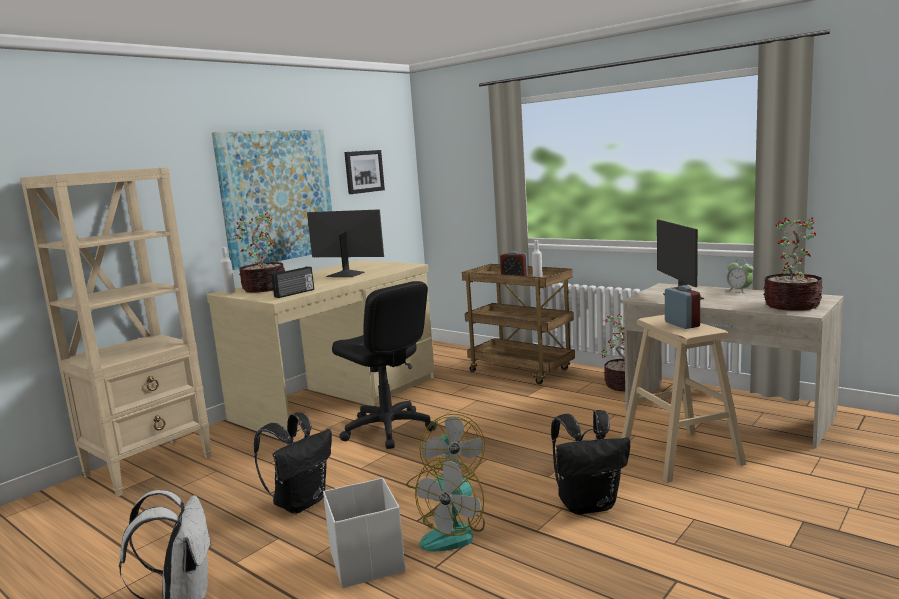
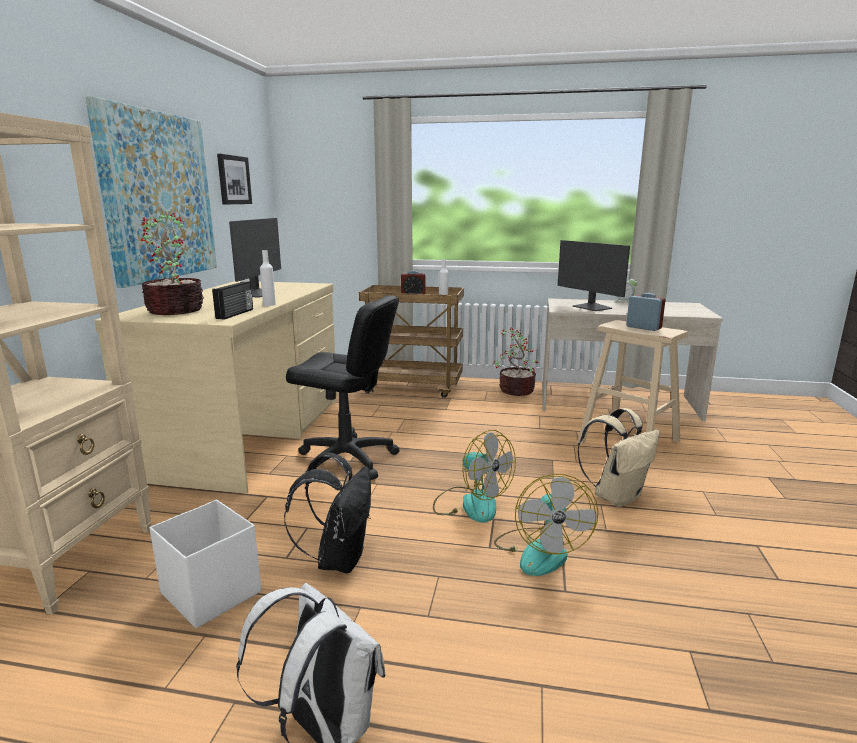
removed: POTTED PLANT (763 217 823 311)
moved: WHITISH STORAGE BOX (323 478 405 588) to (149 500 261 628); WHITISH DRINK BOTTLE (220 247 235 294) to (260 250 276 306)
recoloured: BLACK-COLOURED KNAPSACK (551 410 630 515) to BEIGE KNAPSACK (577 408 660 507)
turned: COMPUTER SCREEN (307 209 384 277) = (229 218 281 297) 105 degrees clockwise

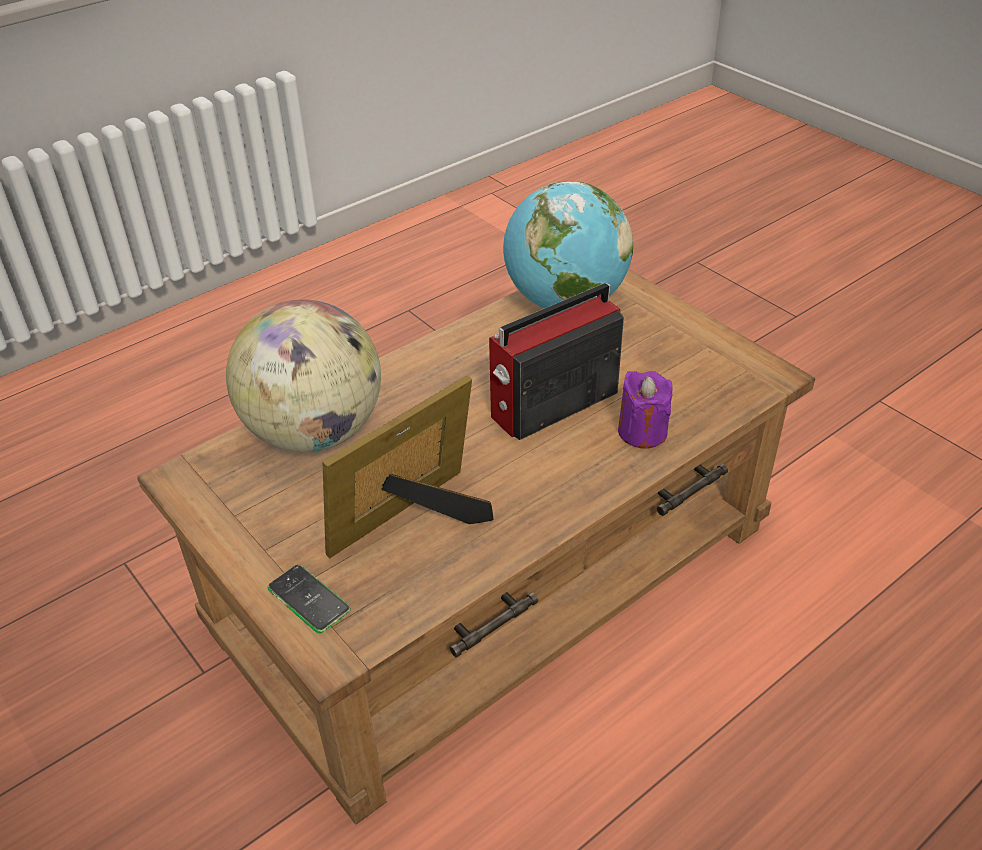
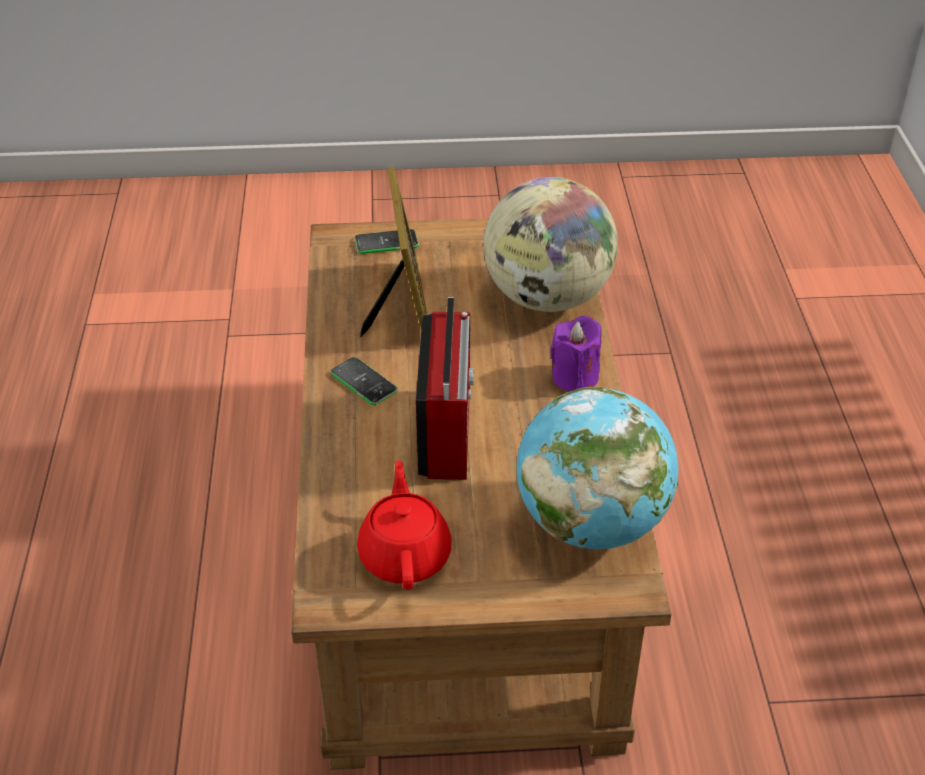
added: TELEPHONE (330 357 398 405); REDDISH TEA POT (357 460 452 590)
moved: PURPLE-COLOURED WAX CANDLE (618 371 673 449) to (551 316 601 391)

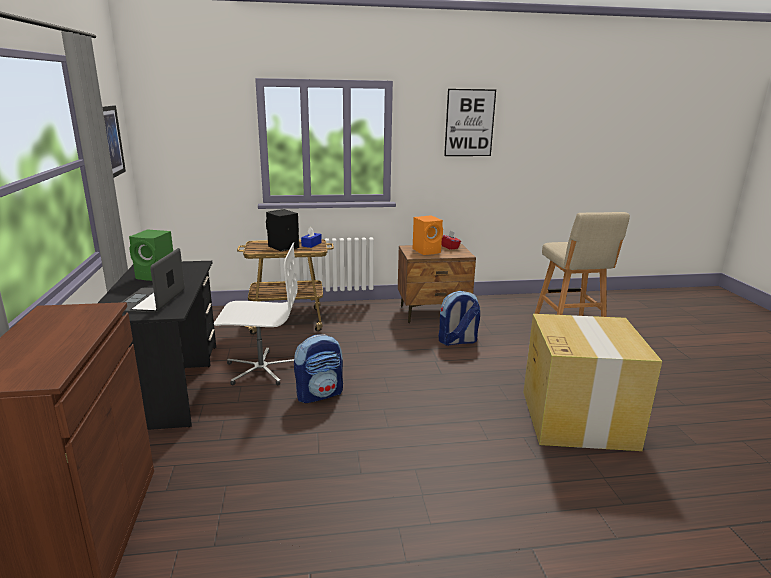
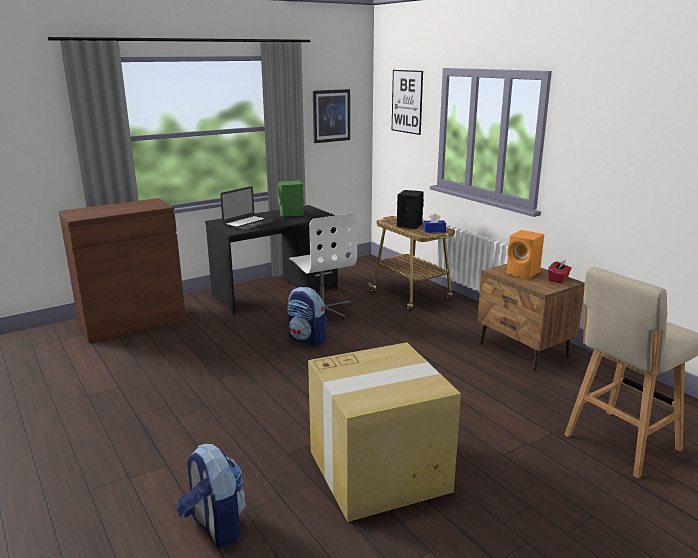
moved: KNAPSACK (439 291 480 346) to (177 444 246 548); WALL PICTURE (444 89 496 156) to (392 70 423 135)
turned: LAPTOP (122 248 185 313) = (220 186 275 230) 150 degrees clockwise

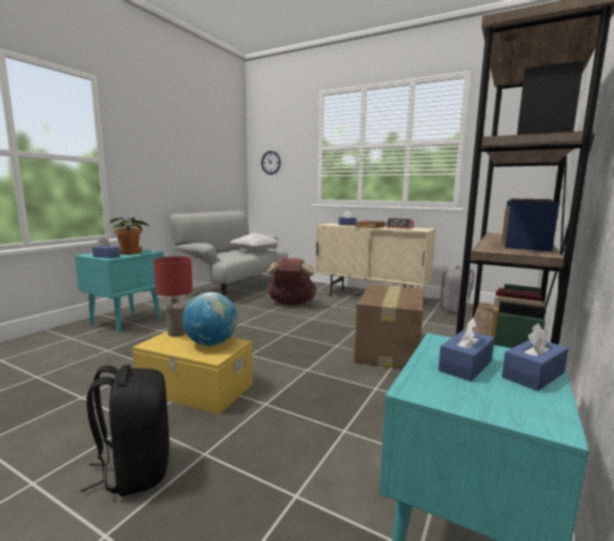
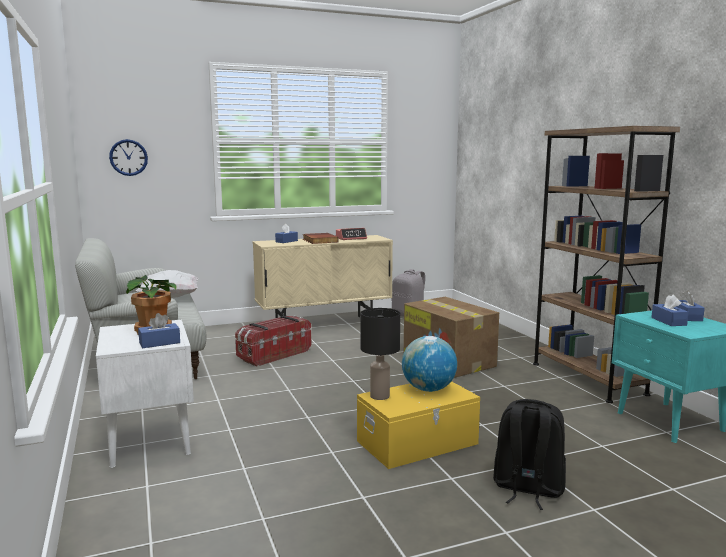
replaced: BROWNISH KNAPSACK (267 258 317 305) to STORAGE BOX (235 315 311 366)
recoloured: TURQUOISE-COLOURED NIGHTSTAND (75 249 164 333) to WHITISH NIGHTSTAND (96 320 194 468); REDDISH TABLETOP LAMP (154 256 193 337) to BLACK-COLOURED TABLETOP LAMP (360 308 400 400)

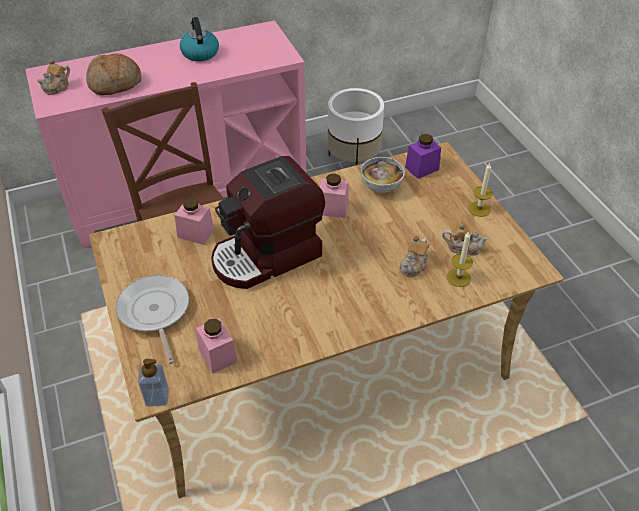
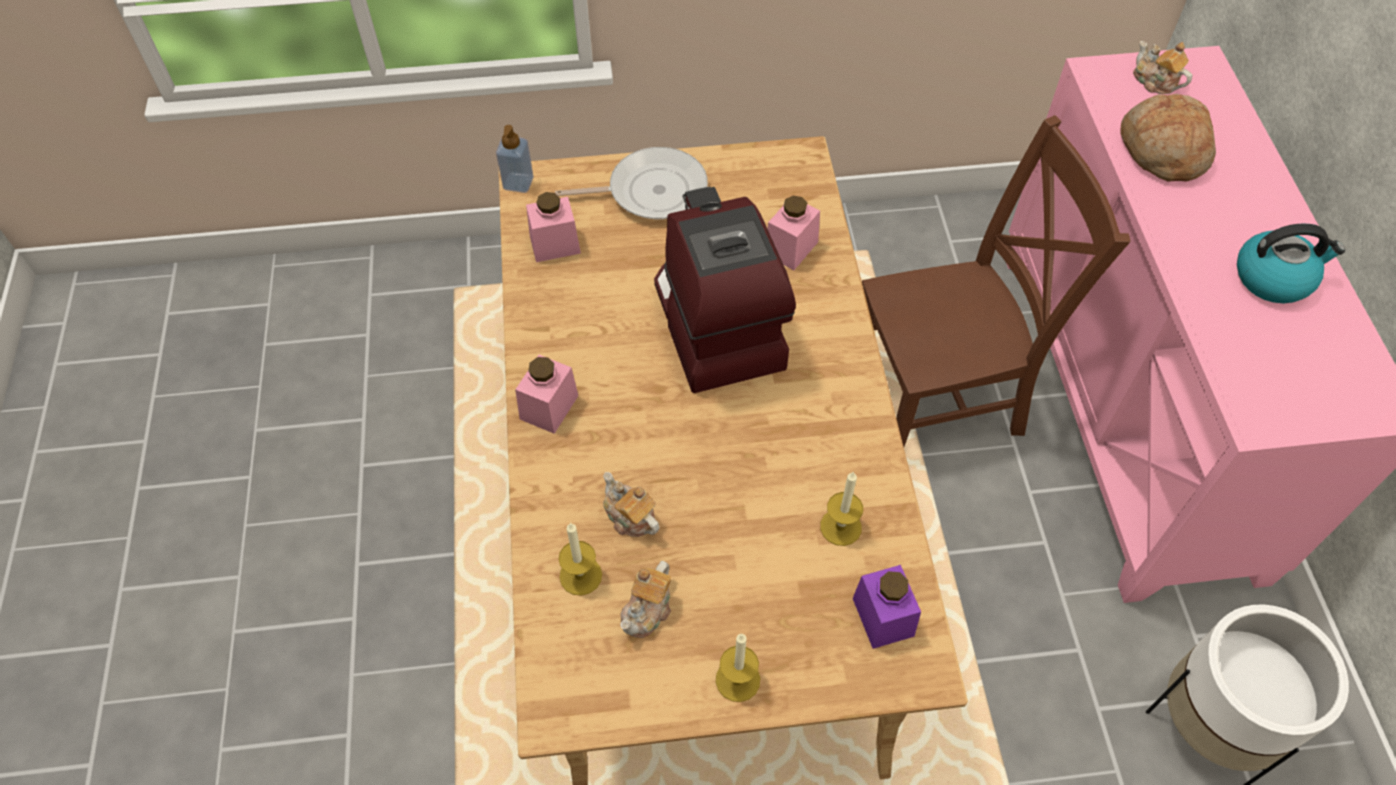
moved: PINKISH STORAGE JAR (320 173 349 218) to (515 355 578 434)
replaced: SERVING BOWL (361 157 405 193) to WAX CANDLE (820 471 863 546)

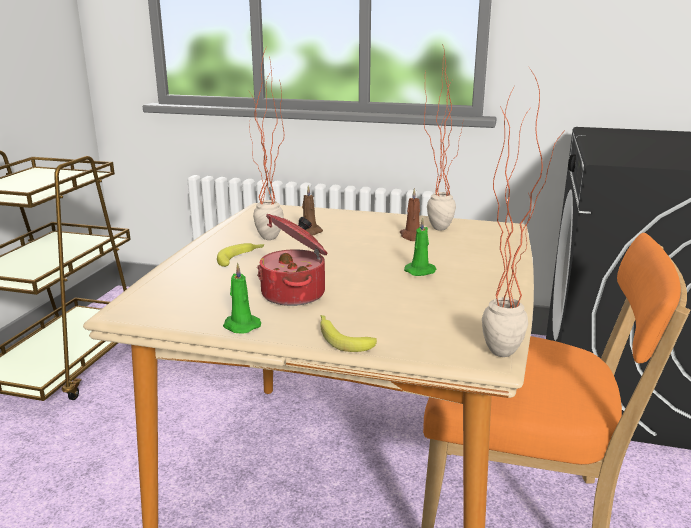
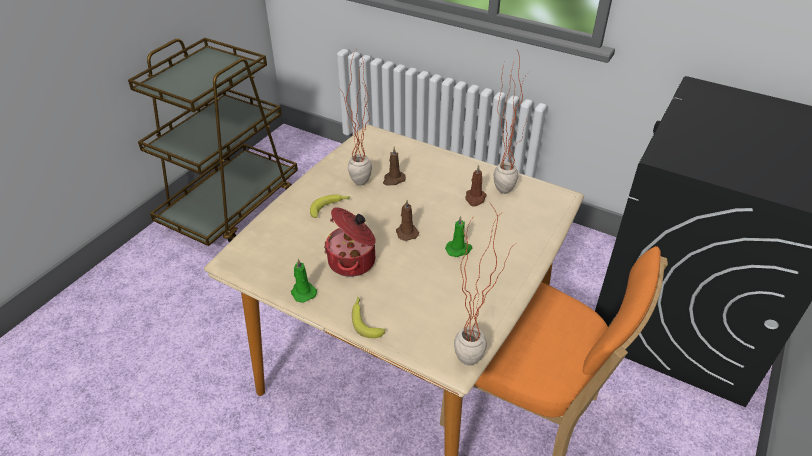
added: BROWNISH WAX CANDLE (396 200 419 241)

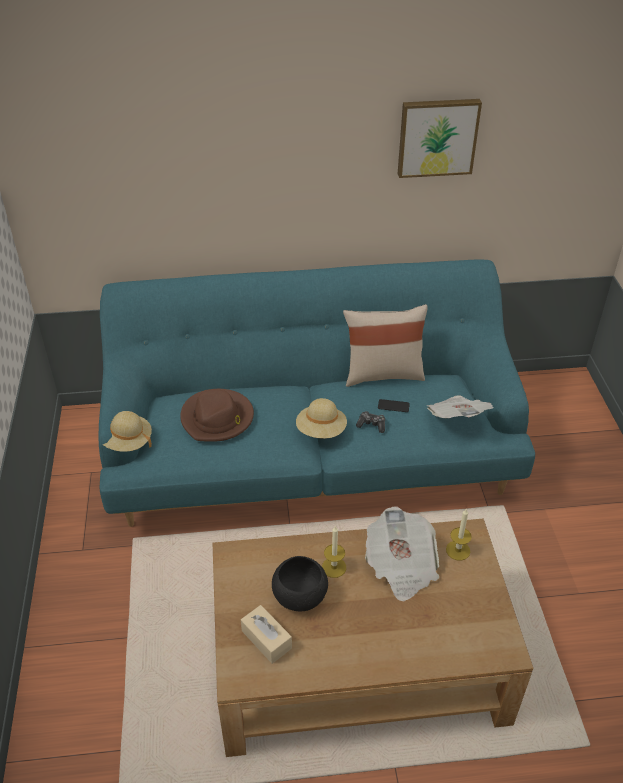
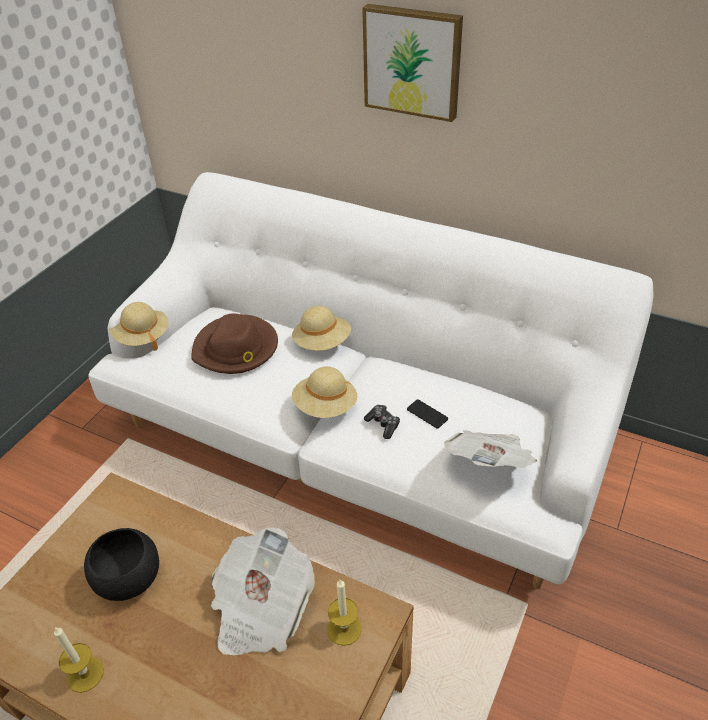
removed: BEIGE TISSUE BOX (241 605 292 664); BEIGE CUSHION (343 304 428 387)
added: BEIGE HAT (292 306 351 351)
moved: WAX CANDLE (322 526 346 578) to (54 627 104 693); WALL PICTURE (398 99 482 178) to (362 4 463 122)
recoloured: TURQUOISE-COLOURED SOFA (99 260 535 527) to WHITISH SOFA (88 172 654 589)

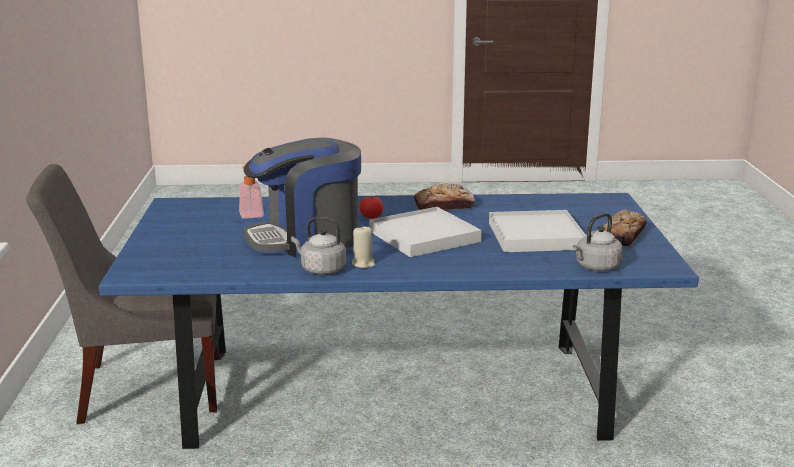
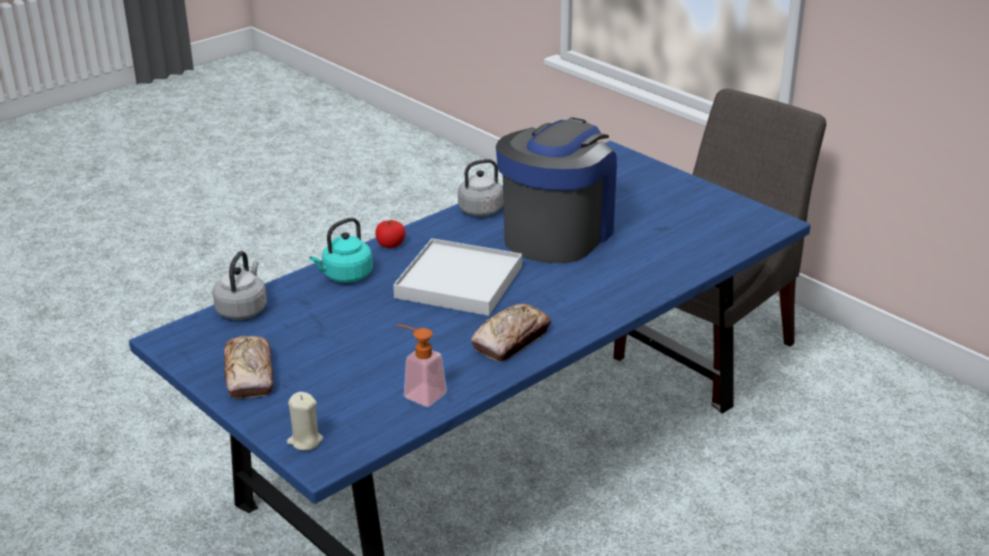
removed: WHITISH SERVING TRAY (489 210 586 252)
added: TURQUOISE-COLOURED KETTLE (310 218 373 283)
moved: BEIGE WAX CANDLE (352 225 375 268) to (287 392 323 451); WHOLE TOMATO (359 196 383 218) to (375 220 406 248); SOAP DISPENSER (239 166 264 219) to (397 324 447 407)

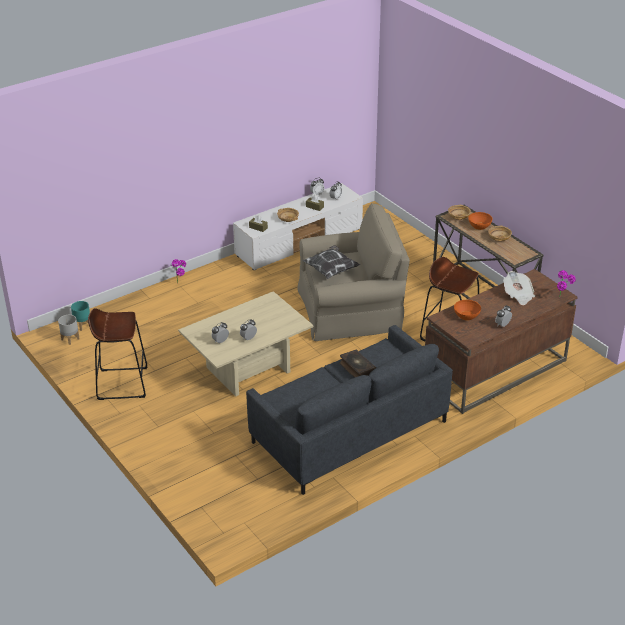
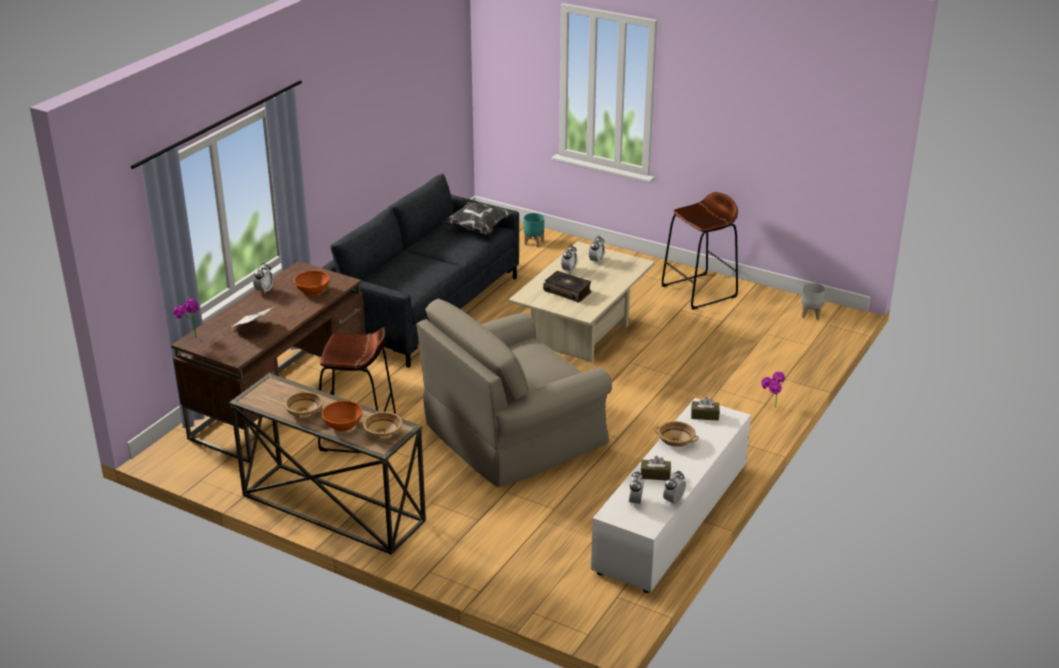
moved: CUSHION (302 245 360 279) to (442 202 512 234); TURQUOISE-COLOURED PLANT POT (71 301 90 331) to (524 213 544 247); BOUND BOOK (339 350 376 378) to (543 271 591 303)

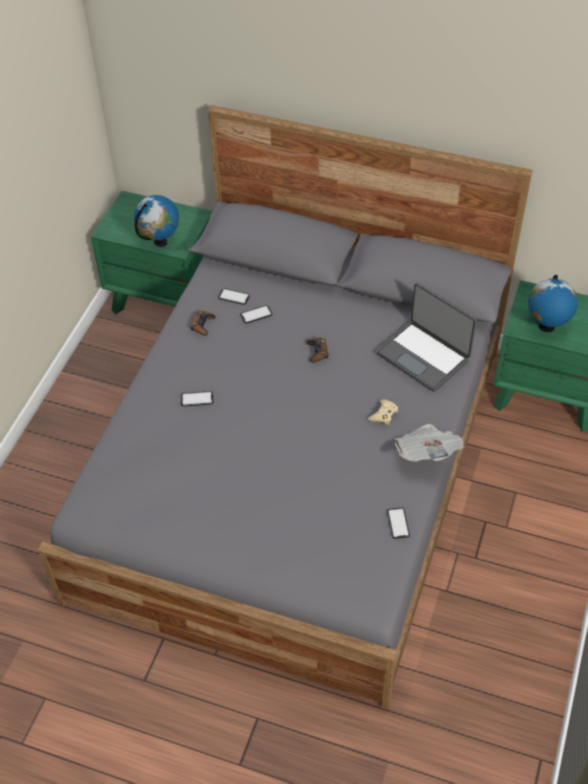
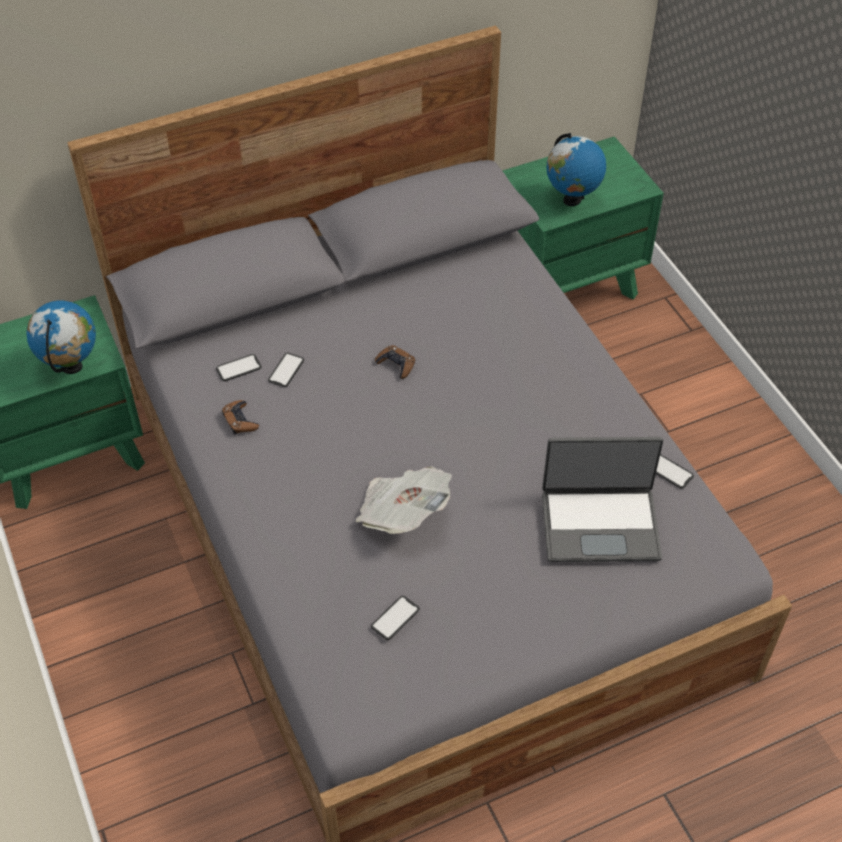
removed: BEIGE JOYPAD (368 400 398 425)
moved: DAILY PAPER (395 424 464 461) to (355 466 452 534); TELEPHONE (181 391 213 407) to (371 596 420 640); LAPTOP (376 283 477 392) to (542 437 663 562)

